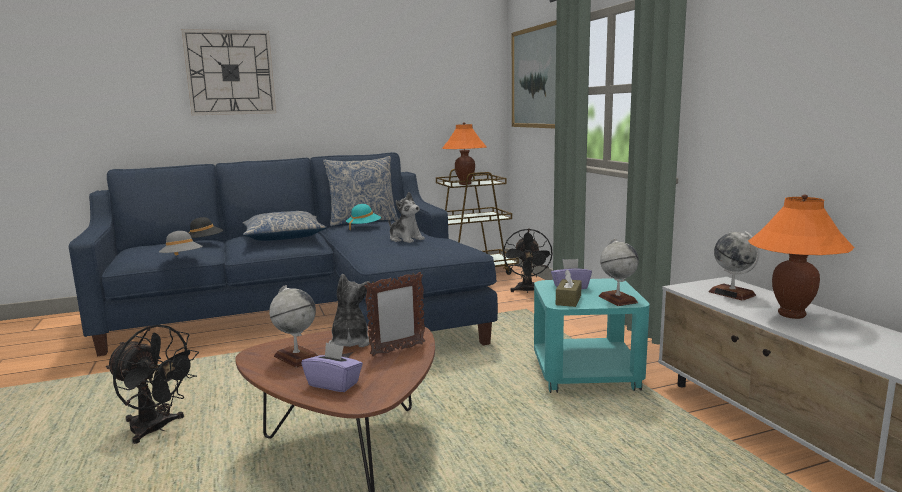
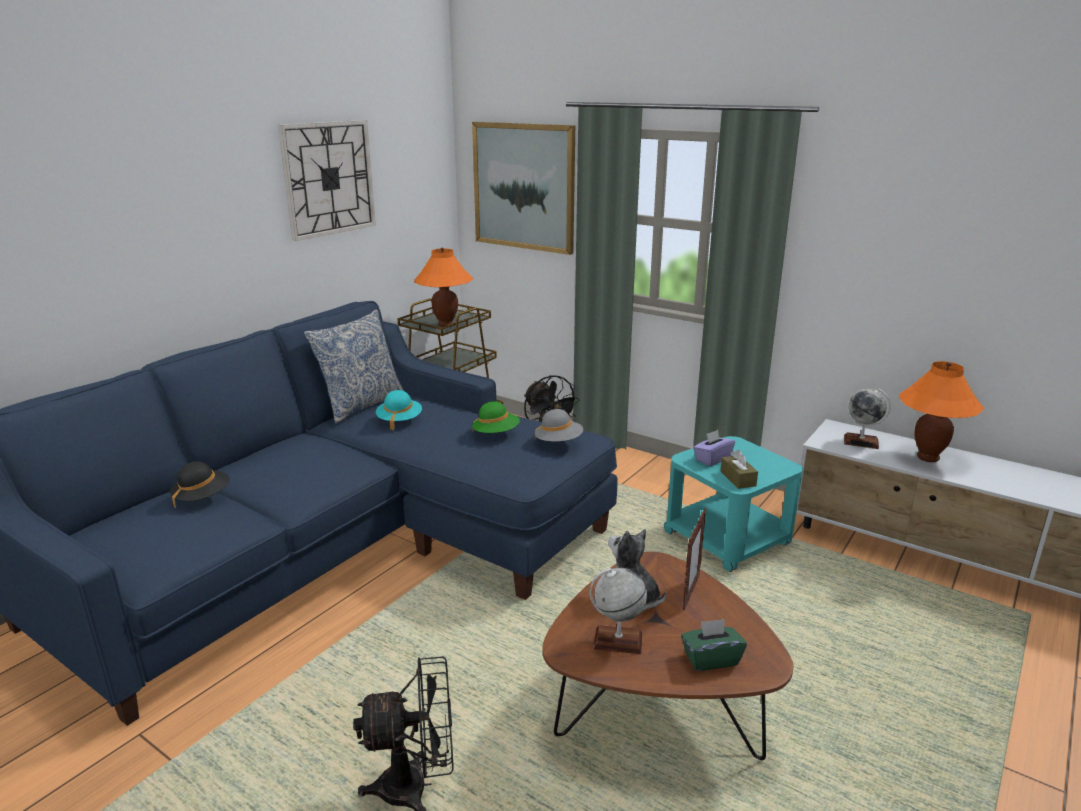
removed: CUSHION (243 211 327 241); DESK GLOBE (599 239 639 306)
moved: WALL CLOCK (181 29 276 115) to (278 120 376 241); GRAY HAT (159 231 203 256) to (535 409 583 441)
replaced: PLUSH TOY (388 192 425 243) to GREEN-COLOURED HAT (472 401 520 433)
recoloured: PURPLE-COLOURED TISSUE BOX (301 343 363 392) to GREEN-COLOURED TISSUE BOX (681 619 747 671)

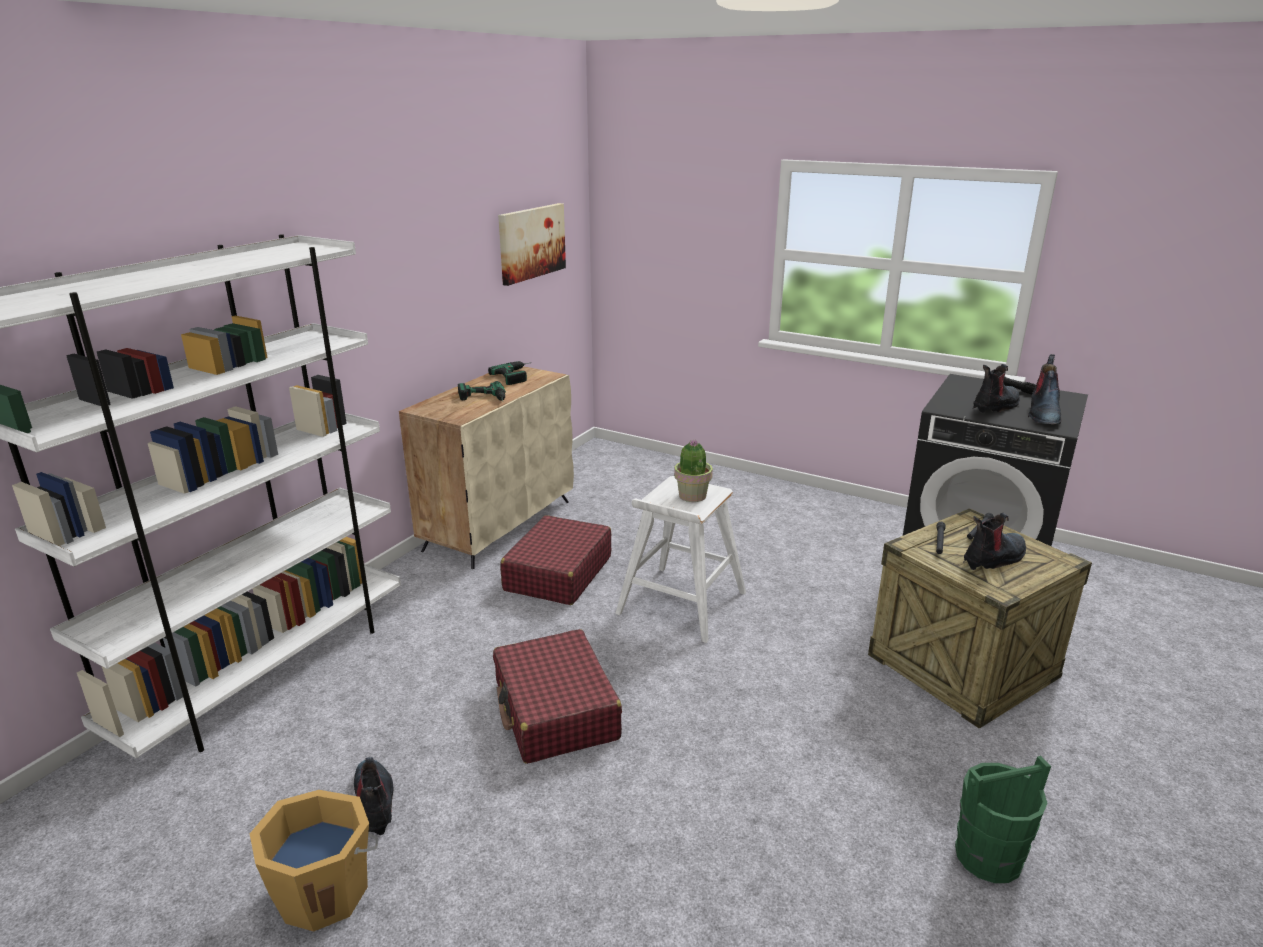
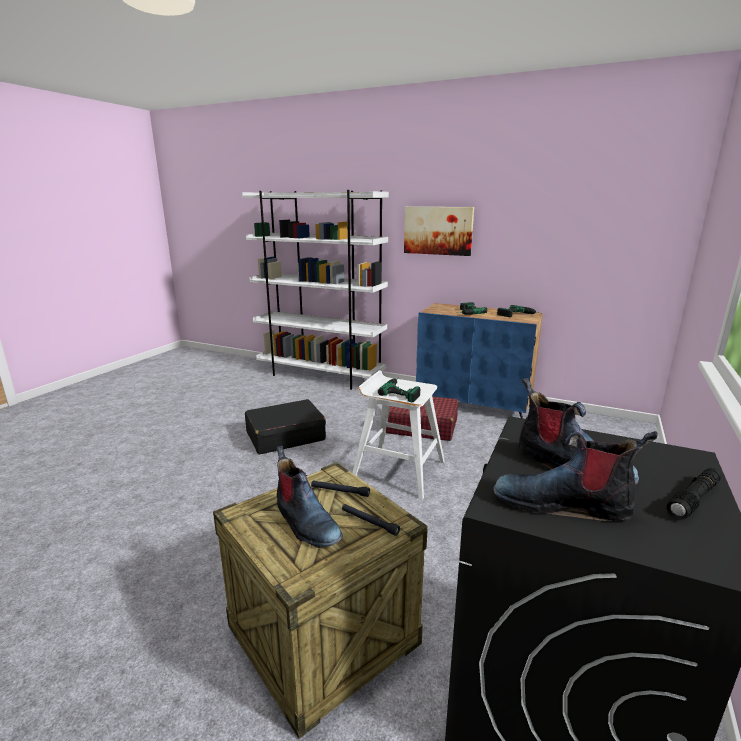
removed: ORANGE-COLOURED PAIL (250 790 378 932); HIGH-TOP BOOT (354 757 394 835); GREEN-COLOURED PAIL (955 756 1051 883)
moved: WALL PICTURE (498 203 566 286) to (404 207 474 256)
replaced: POTTED PLANT (674 439 713 502) to DRILL (378 378 420 403)
recoloured: REDDISH PIECE OF LUGGAGE (493 629 622 764) to BLACK-COLOURED PIECE OF LUGGAGE (245 399 326 454); BEIGE CABINET (399 366 574 569) to BLUE CABINET (416 303 543 418)

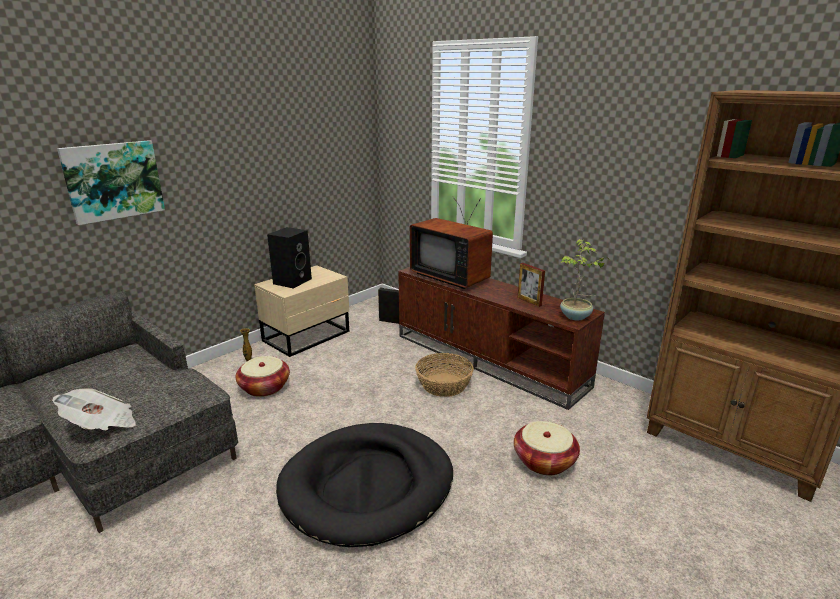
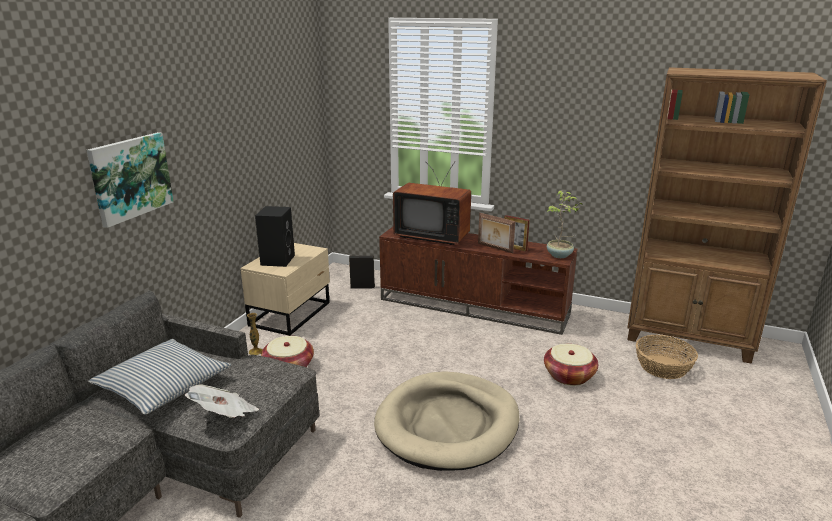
added: CUSHION (88 339 231 415); PICTURE FRAME (478 213 515 253)
moved: BASKET (415 353 474 397) to (636 335 698 379)
recoloured: BLACK-COLOURED DOG CUSHION (276 423 453 547) to BEIGE DOG CUSHION (374 371 519 471)

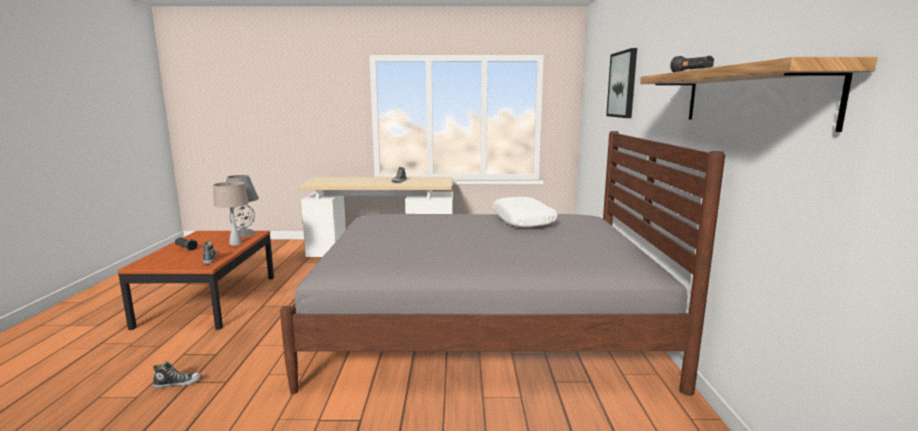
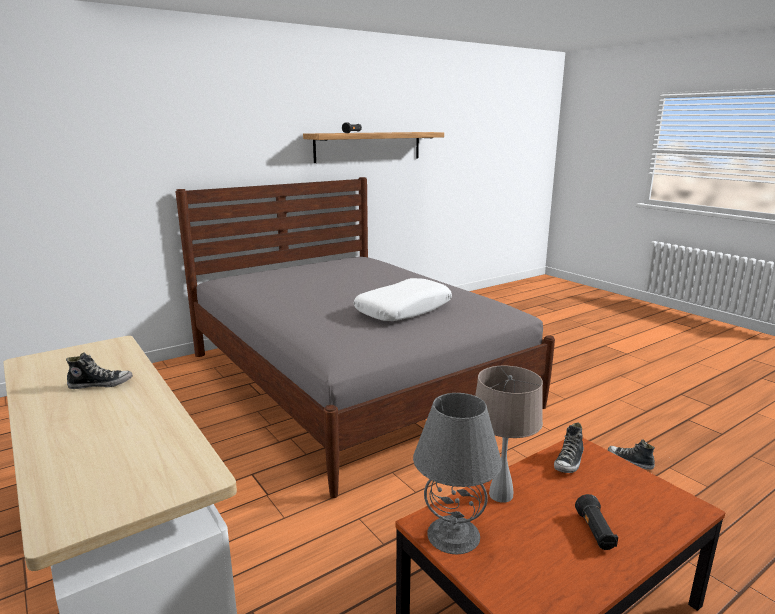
removed: WALL PICTURE (606 48 637 118)
moved: WHITISH CUSHION (493 197 558 227) to (354 278 452 321)

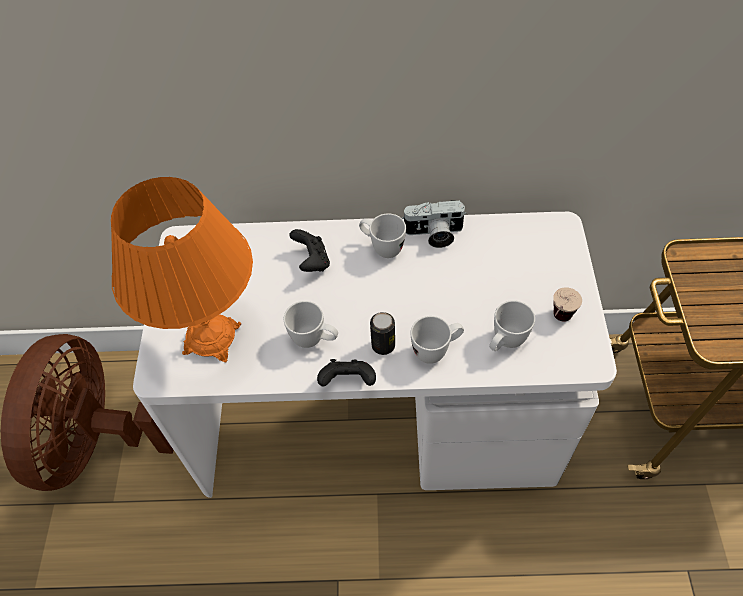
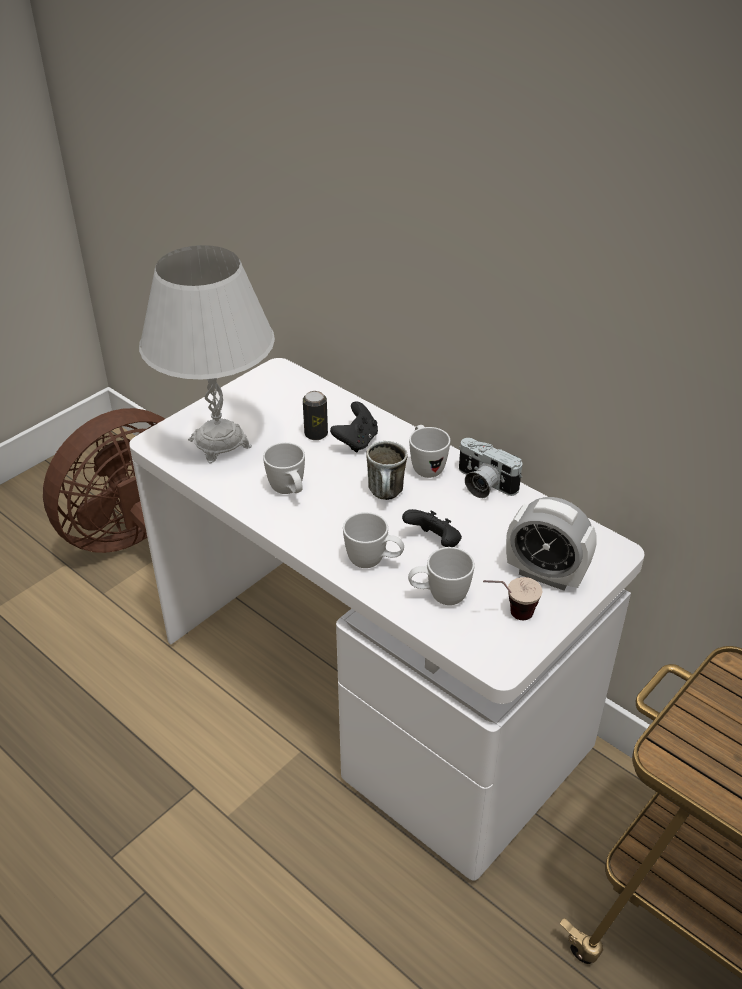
added: TEA MUG (366 441 408 500); TABLE CLOCK (506 497 597 591)
moved: METAL CAN (370 312 395 355) to (303 391 328 440); BLACK-COLOURED JOYPAD (317 359 376 387) to (402 509 462 547)
recoloured: ORANGE-COLOURED TABLETOP LAMP (111 177 253 362) to WHITISH TABLETOP LAMP (139 245 275 464)

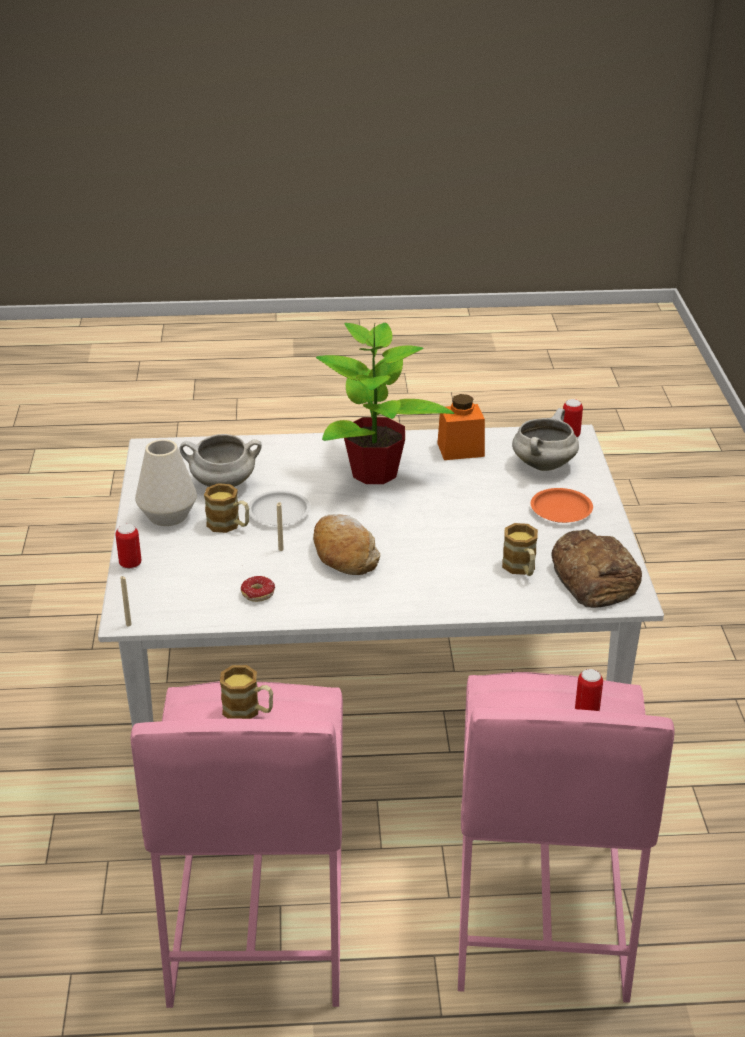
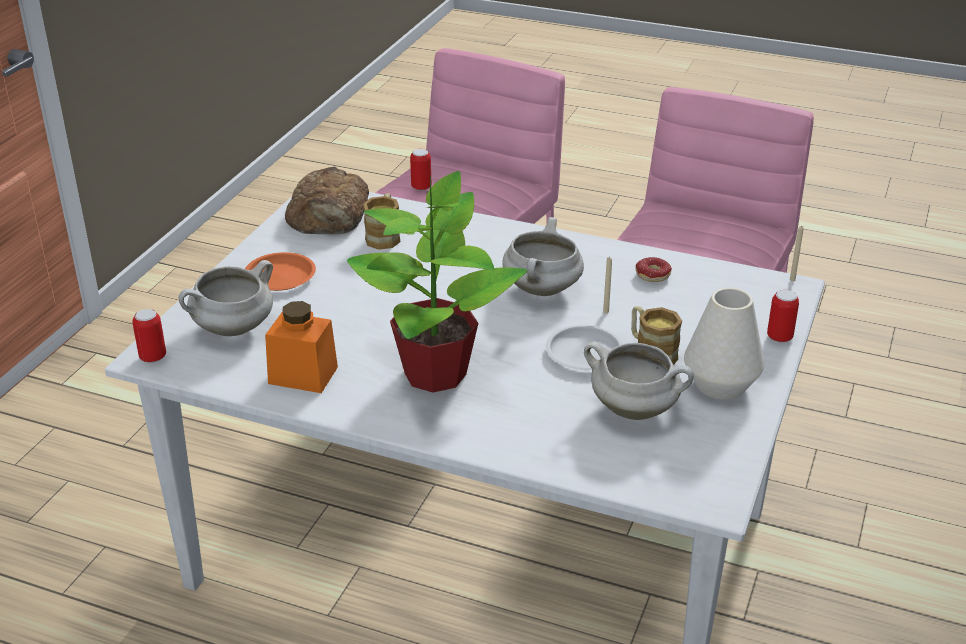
removed: TEA MUG (220 665 273 719)
replaced: BAKED BREAD (313 514 380 575) to WHITISH COOKING POT (502 217 584 296)

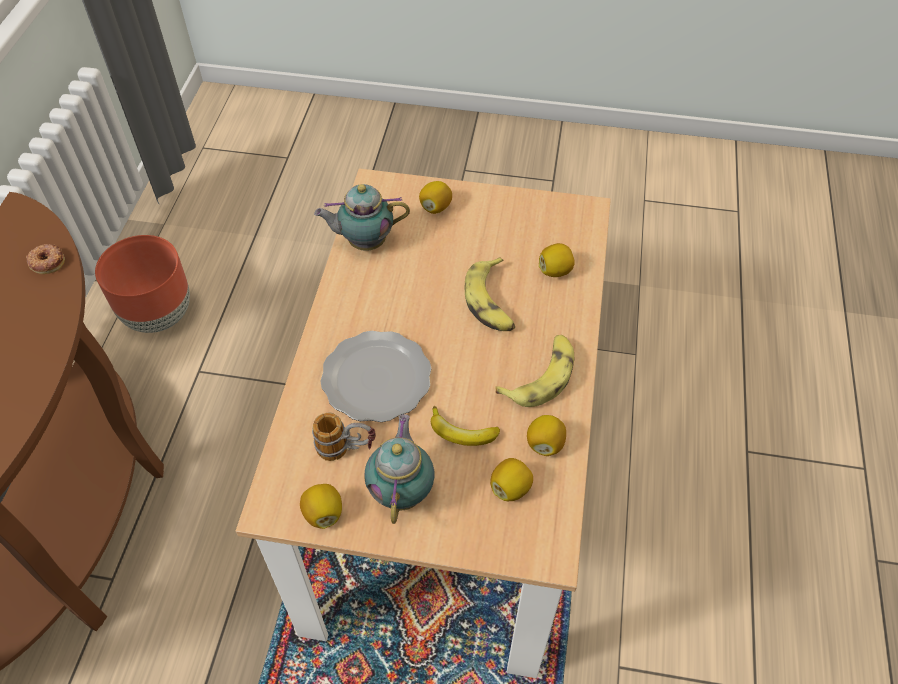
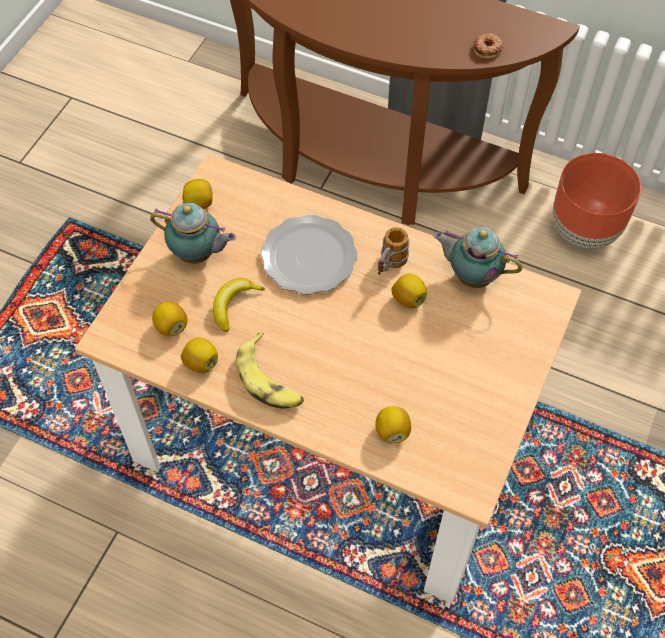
removed: BANANA (465 257 515 331)
moved: TEA MUG (312 413 376 461) to (378 227 409 275); CITRUS FRUIT (419 181 452 214) to (392 274 427 308)
turned: TEA POT (314 184 410 251) = (433 227 522 288) 75 degrees counterclockwise

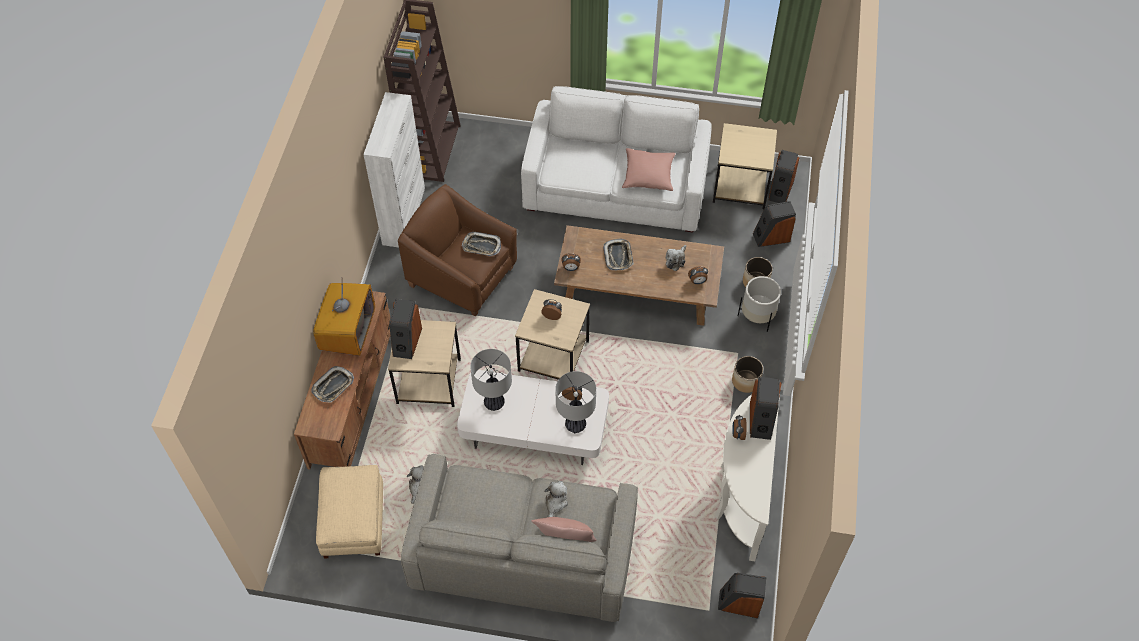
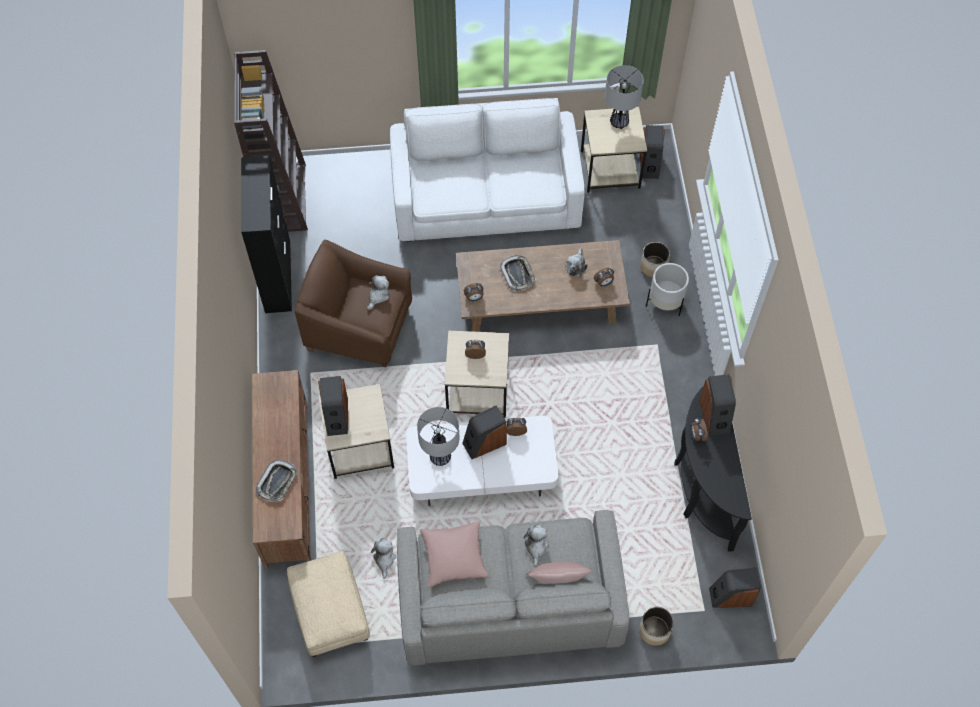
removed: TV (313 277 375 356)
moved: PINKISH CUSHION (622 148 676 191) to (420 521 490 588); SPEAKER (753 201 796 247) to (462 405 507 459); TABLETOP LAMP (555 371 596 433) to (605 65 644 129); PLANT POT (732 356 763 393) to (639 607 674 646)
replaced: SERVING TRAY (462 232 501 256) to PLUSH TOY (367 275 389 310)
recoloured: WHITISH CABINET (363 92 425 247) to BLACK-COLOURED CABINET (241 156 292 313); WHITISH NARROW TABLE (716 394 780 561) to BLACK-COLOURED NARROW TABLE (674 386 752 552)

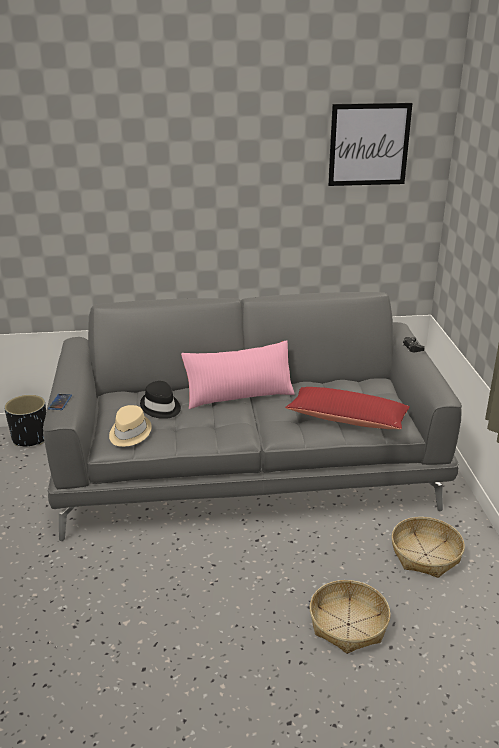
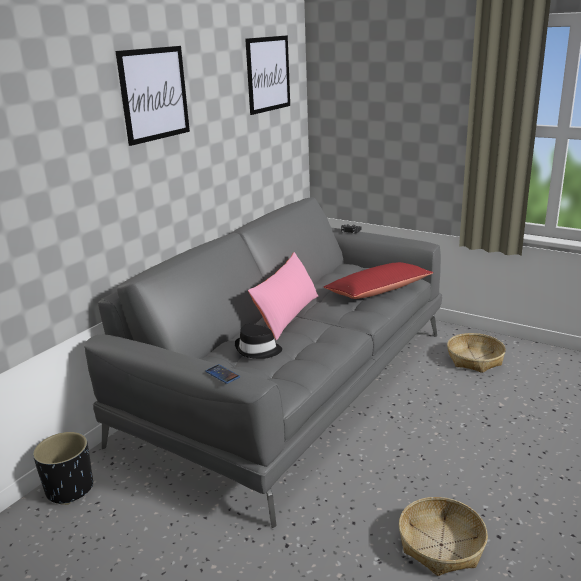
removed: BEIGE HAT (109 405 152 447)
added: WALL PICTURE (115 46 190 146)
moved: BASKET (310 580 391 654) to (399 497 488 576)

